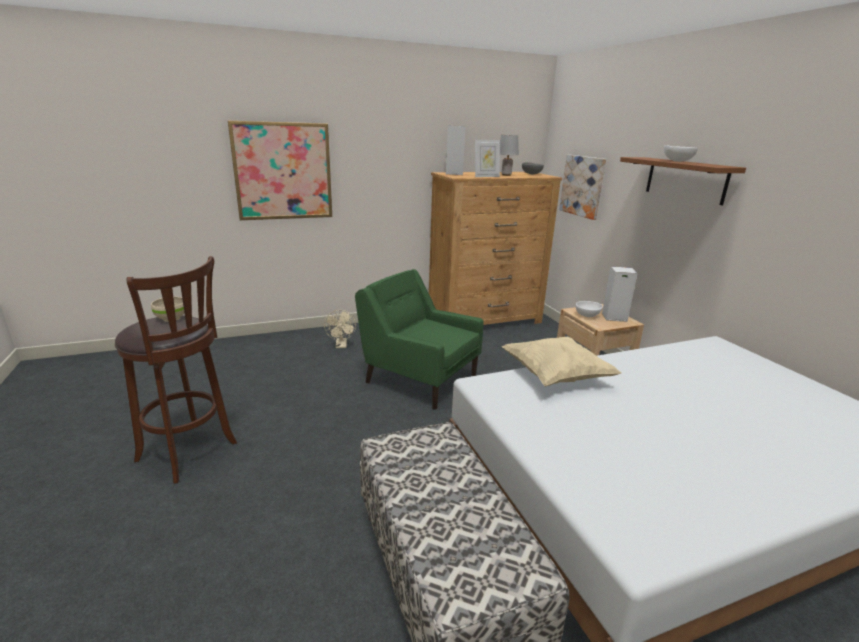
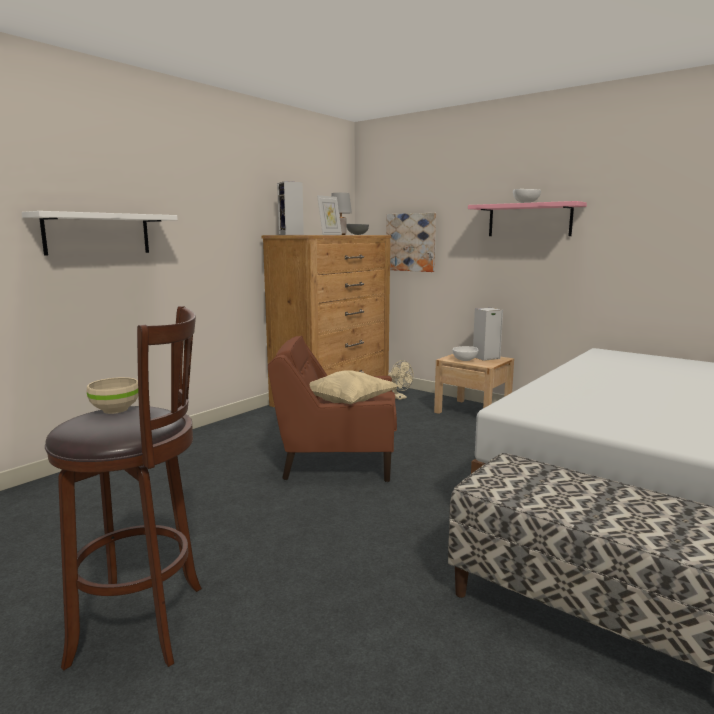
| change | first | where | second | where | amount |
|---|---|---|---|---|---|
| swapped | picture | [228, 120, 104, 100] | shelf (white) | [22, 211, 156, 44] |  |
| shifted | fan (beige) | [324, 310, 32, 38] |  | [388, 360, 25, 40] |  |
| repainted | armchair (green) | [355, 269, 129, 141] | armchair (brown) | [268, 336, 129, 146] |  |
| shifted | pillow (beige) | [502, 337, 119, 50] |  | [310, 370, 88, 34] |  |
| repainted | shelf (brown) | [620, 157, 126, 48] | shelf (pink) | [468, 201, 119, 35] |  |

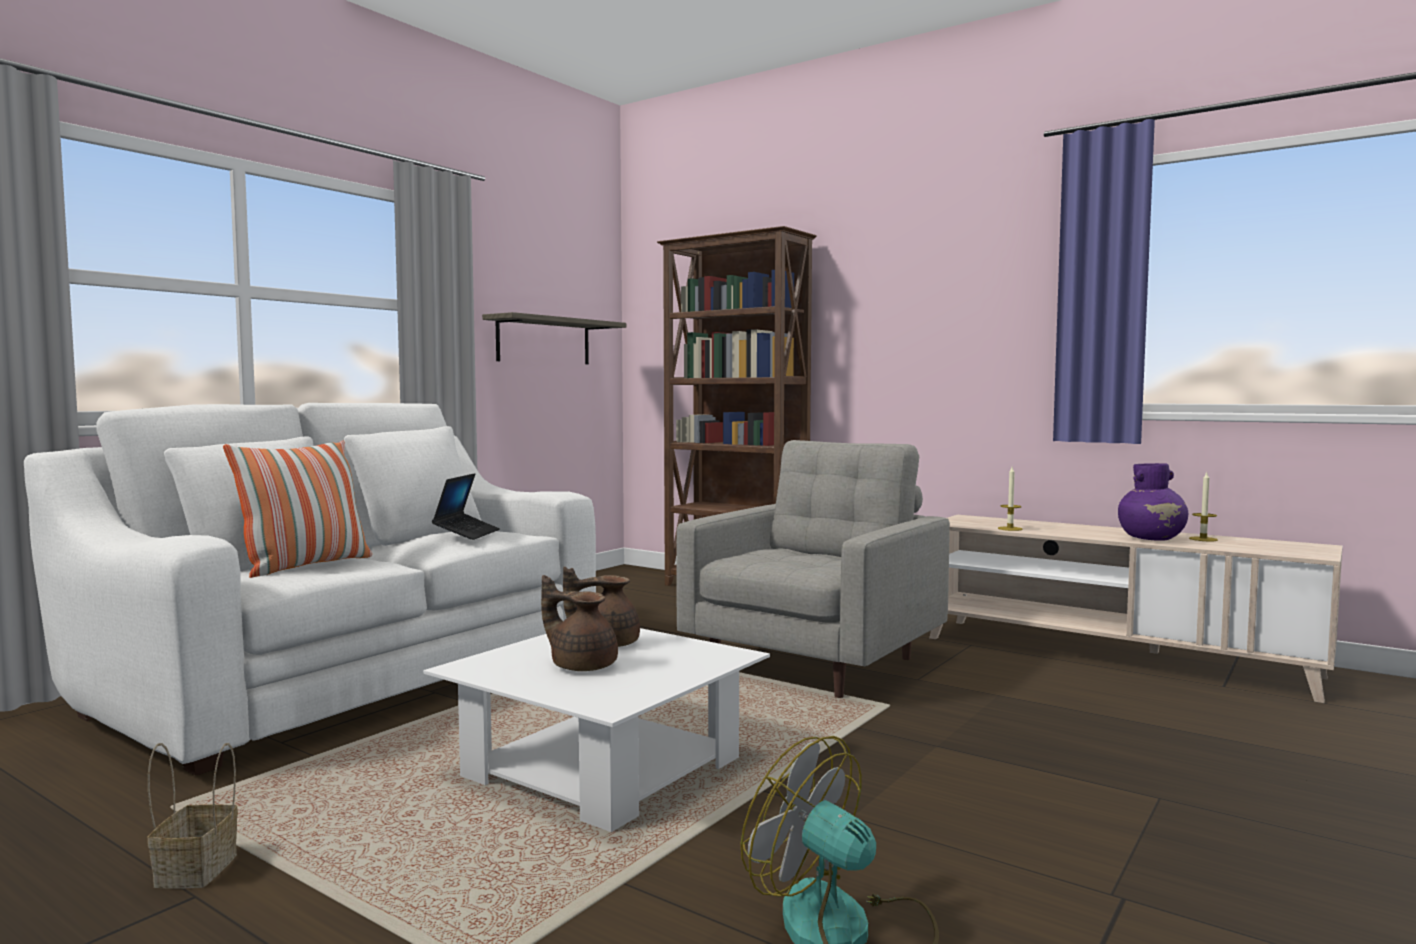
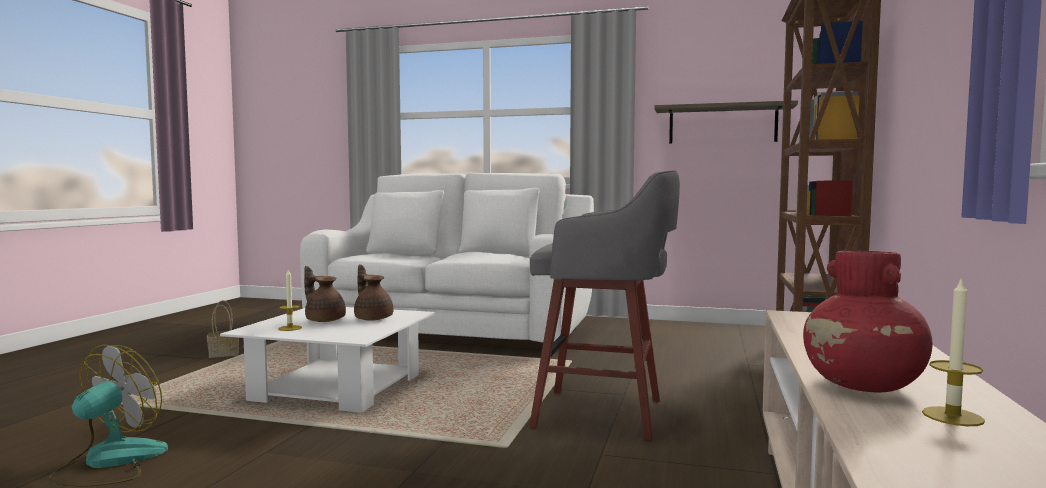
| change | first | where | second | where | amount |
|---|---|---|---|---|---|
| gone | pillow | [223, 441, 149, 137] |  |  |  |
| gone | laptop | [432, 473, 68, 67] |  |  |  |
| rotated | teapot (brown) | [541, 575, 77, 96] |  | [304, 266, 42, 56] | 60 degrees counterclockwise |
| swapped | armchair (grey) | [677, 440, 273, 258] | stool (grey) | [529, 171, 151, 269] |  |
| shifted | candle | [998, 467, 25, 64] |  | [278, 268, 24, 63] |  |
| repainted | vase (purple) | [1118, 463, 70, 78] | vase (red) | [803, 250, 129, 143] |  |

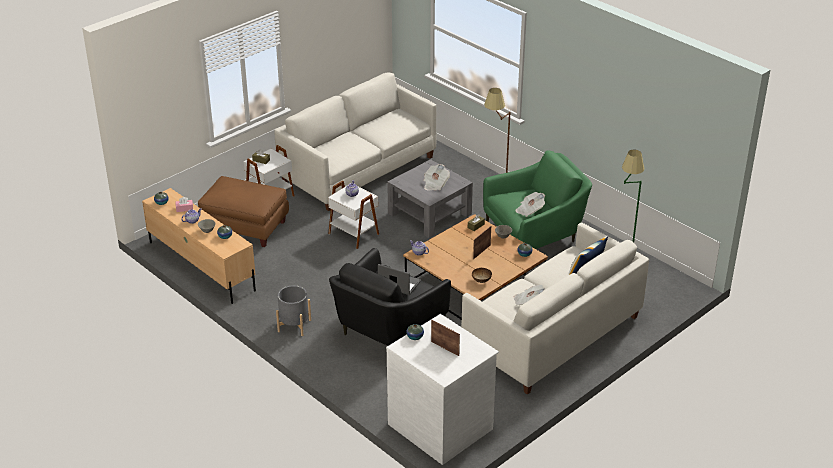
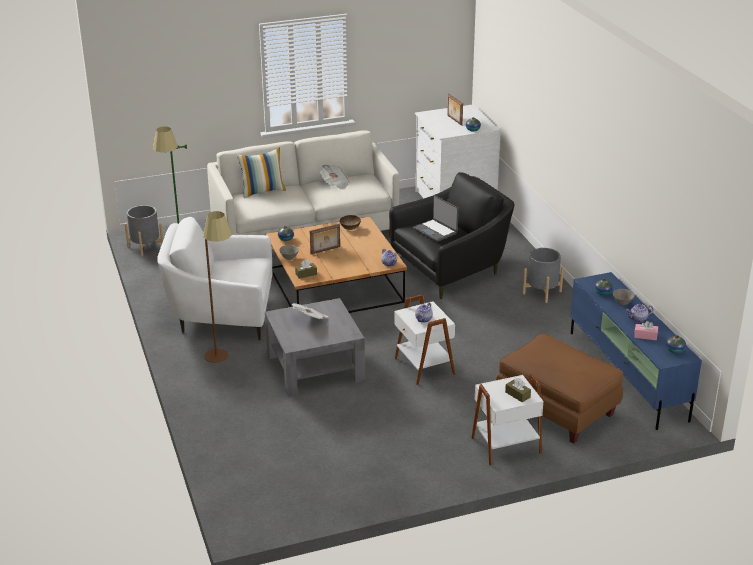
| change | first | where | second | where | amount |
|---|---|---|---|---|---|
| repainted | tv stand (beige) | [142, 188, 114, 116] | tv stand (blue) | [570, 272, 132, 158] |  |
| gone | sofa (white) | [274, 73, 162, 138] |  |  |  |
| repainted | armchair (green) | [483, 150, 109, 99] | armchair (white) | [157, 217, 115, 123] |  |
| gone | newspaper | [515, 192, 30, 25] |  |  |  |
| new |  |  | planter (grey) | [125, 205, 38, 51] |  |

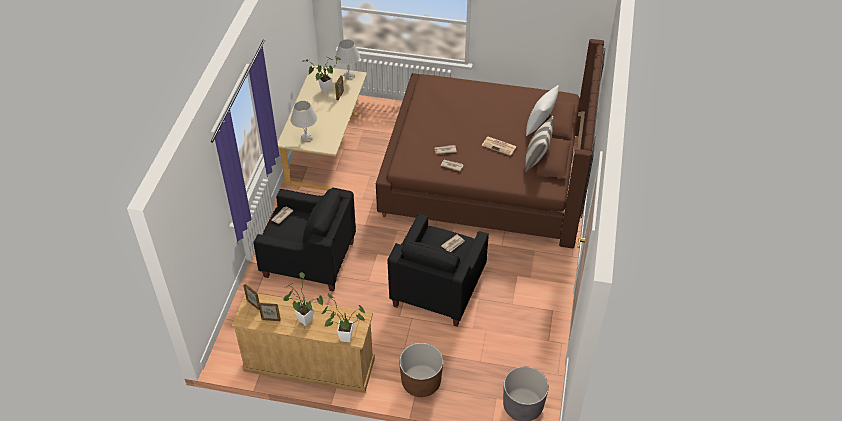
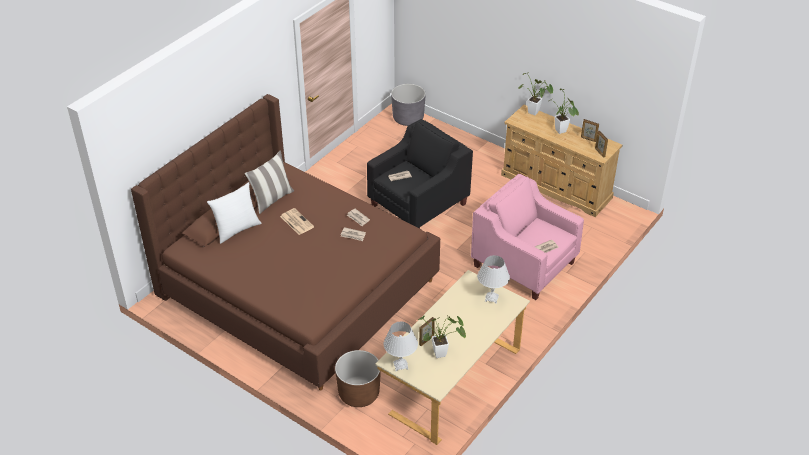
| change | first | where | second | where | amount |
|---|---|---|---|---|---|
| repainted | armchair (black) | [253, 188, 103, 104] | armchair (pink) | [471, 174, 113, 126] |  |
| shifted | planter (brown) | [399, 343, 44, 54] |  | [335, 350, 46, 57] |  |

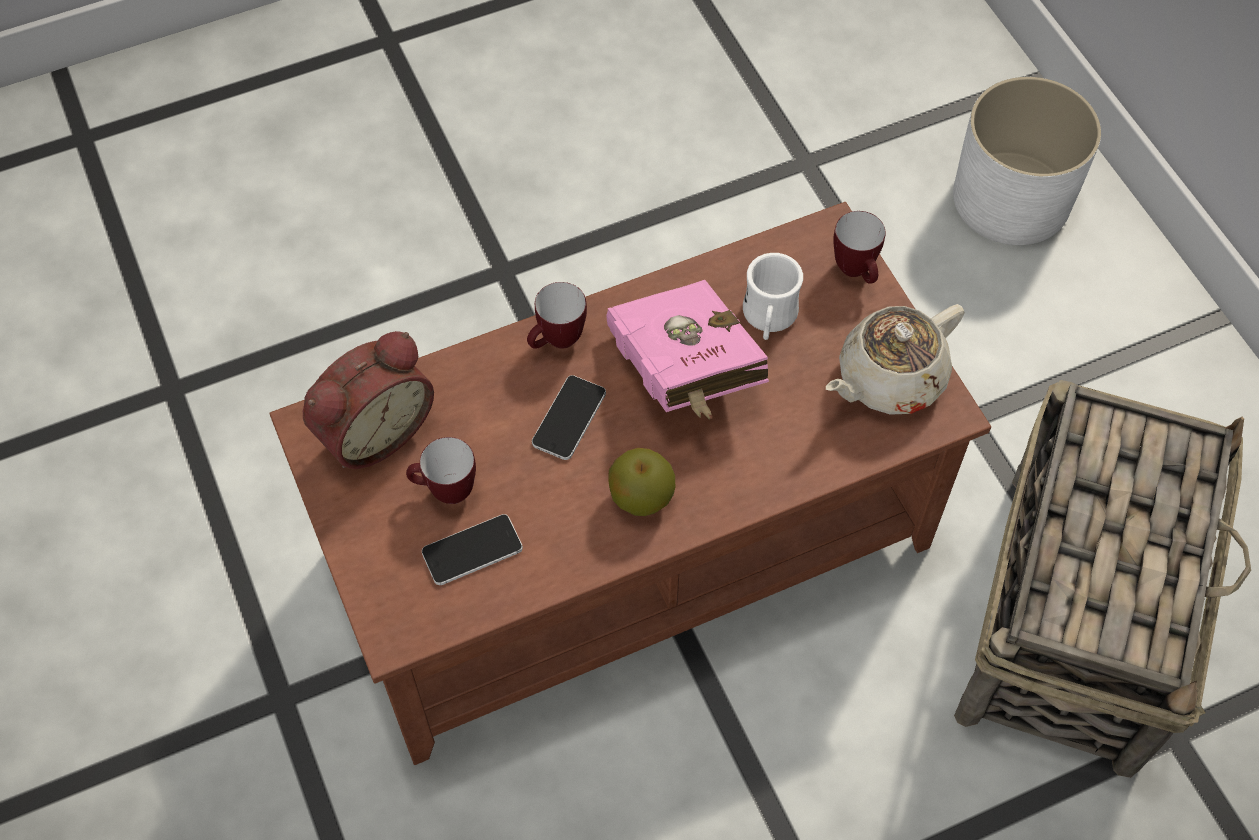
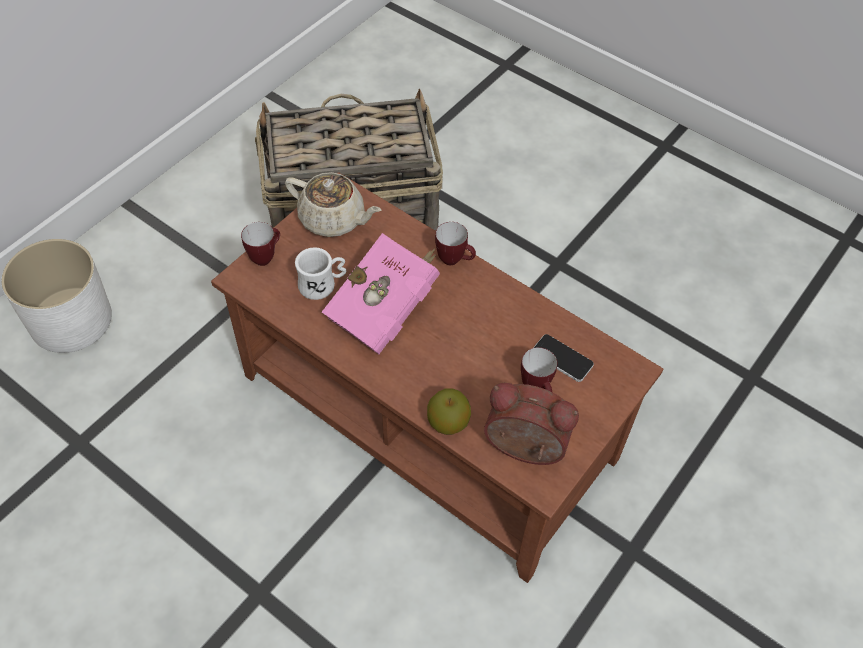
| change | first | where | second | where | amount |
|---|---|---|---|---|---|
| shifted | mug | [527, 282, 60, 67] |  | [435, 222, 41, 43] |  |
| gone | phone | [532, 375, 74, 85] |  |  |  |
| shifted | apple | [608, 448, 67, 68] |  | [427, 389, 44, 46] |  |

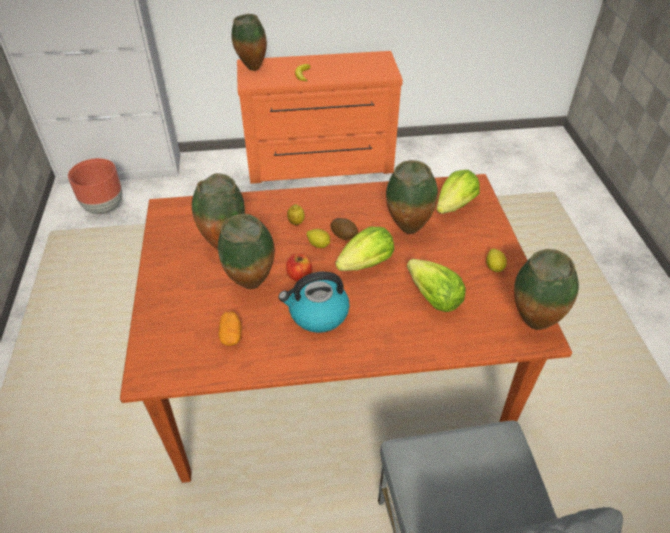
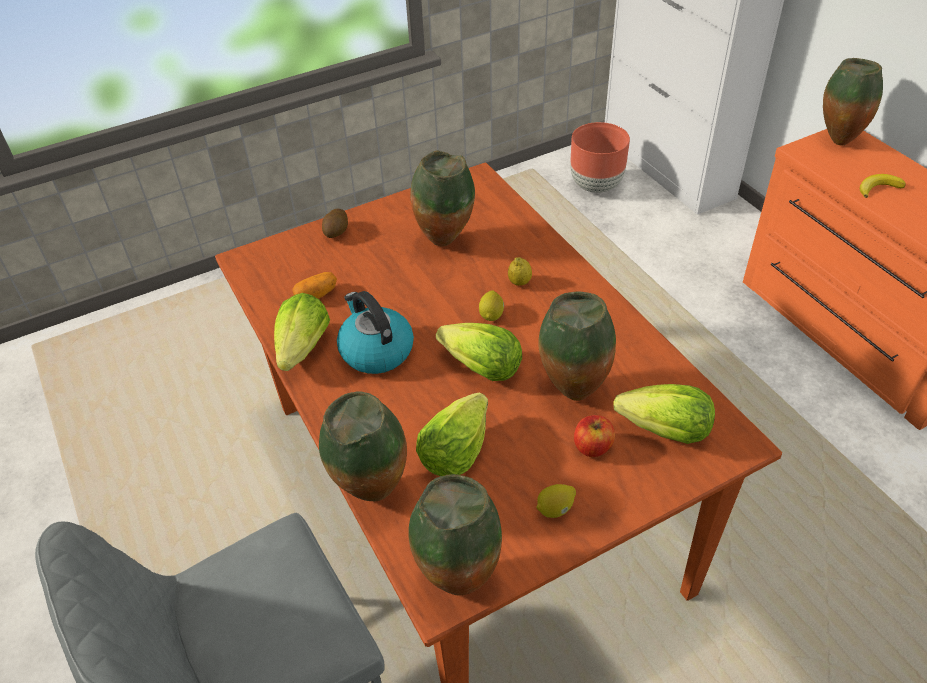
| change | first | where | second | where | amount |
|---|---|---|---|---|---|
| shifted | vase | [218, 214, 57, 75] |  | [319, 392, 88, 109] |  |
| shifted | apple | [286, 253, 26, 29] |  | [574, 415, 41, 42] |  |
| shifted | potato | [330, 218, 28, 22] |  | [322, 209, 26, 29] |  |
| new |  |  | lettuce | [274, 293, 56, 78] |  |

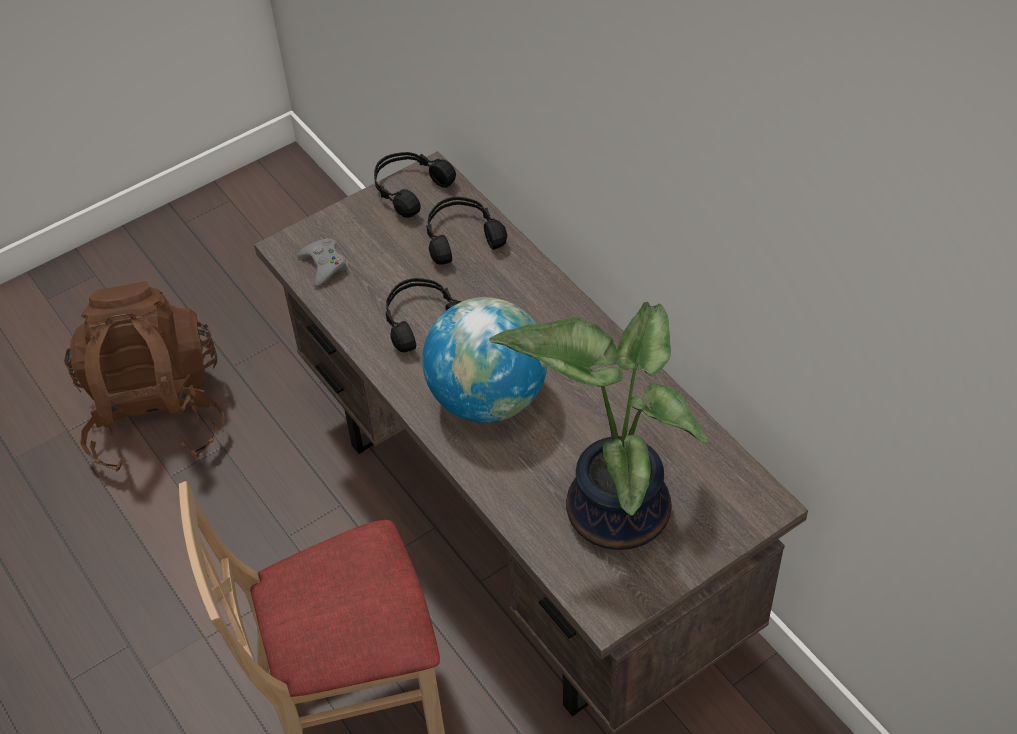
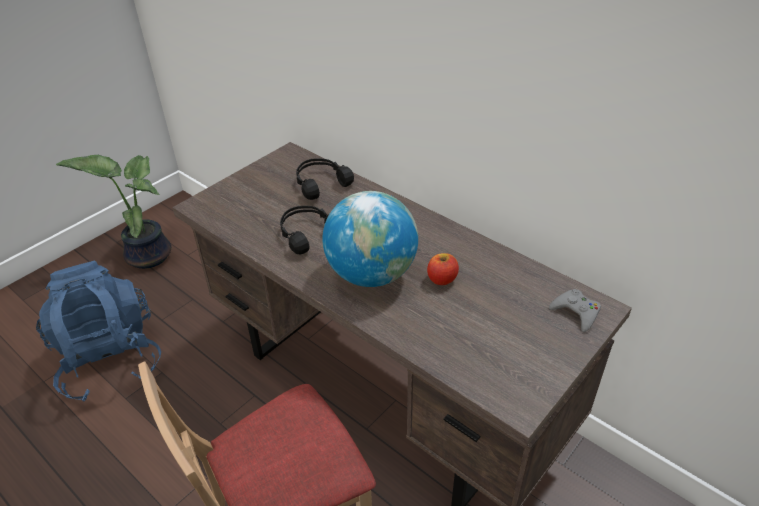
| change | first | where | second | where | amount |
|---|---|---|---|---|---|
| repainted | backpack (brown) | [64, 281, 161, 190] | backpack (blue) | [36, 261, 125, 140] |  |
| shifted | game controller (grey) | [297, 238, 50, 49] |  | [549, 289, 52, 43] |  |
| gone | headphones (black) | [374, 152, 82, 66] |  |  |  |
| shifted | potted plant | [489, 302, 220, 248] |  | [56, 155, 115, 114] |  |
| new |  |  | apple | [427, 253, 32, 32] |  |

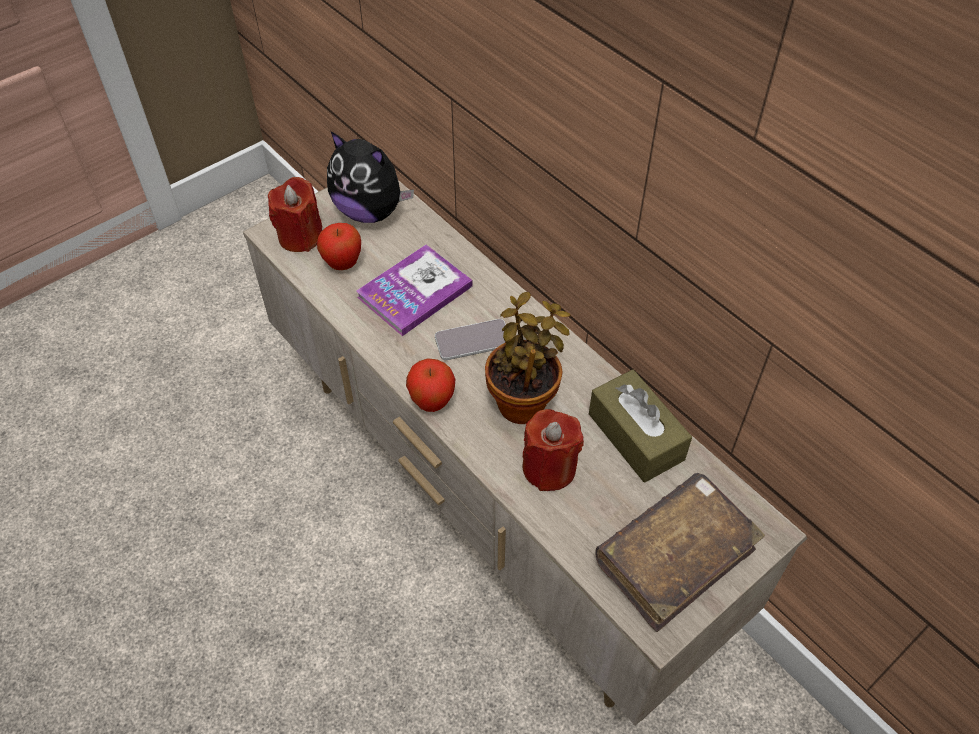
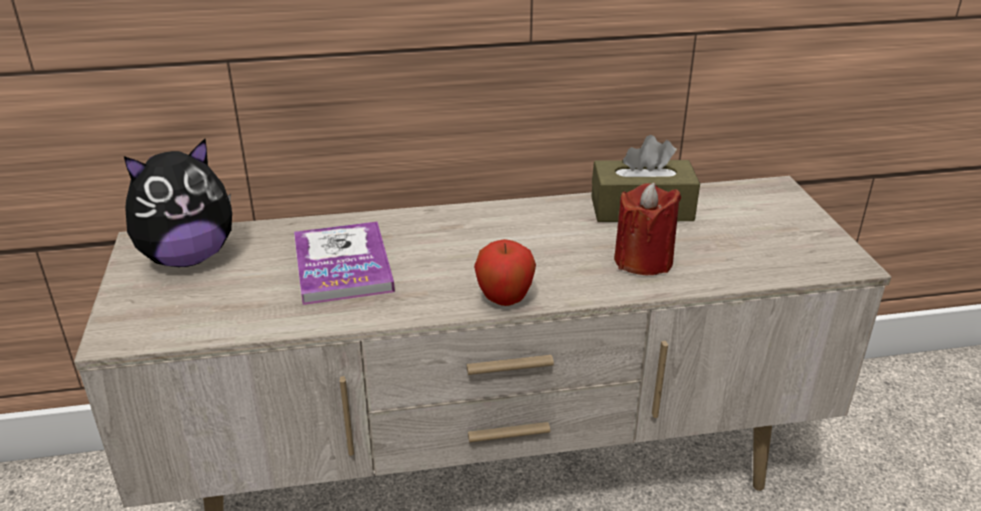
| change | first | where | second | where | amount |
|---|---|---|---|---|---|
| gone | candle (red) | [268, 177, 54, 75] |  |  |  |
| gone | apple | [317, 223, 44, 47] |  |  |  |
| gone | phone | [435, 319, 71, 41] |  |  |  |
| gone | potted plant | [485, 292, 86, 132] |  |  |  |
| gone | book (brown) | [595, 473, 170, 159] |  |  |  |

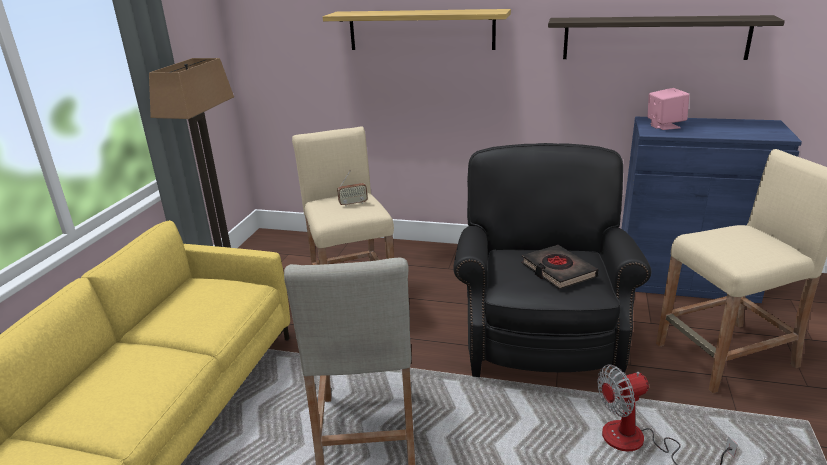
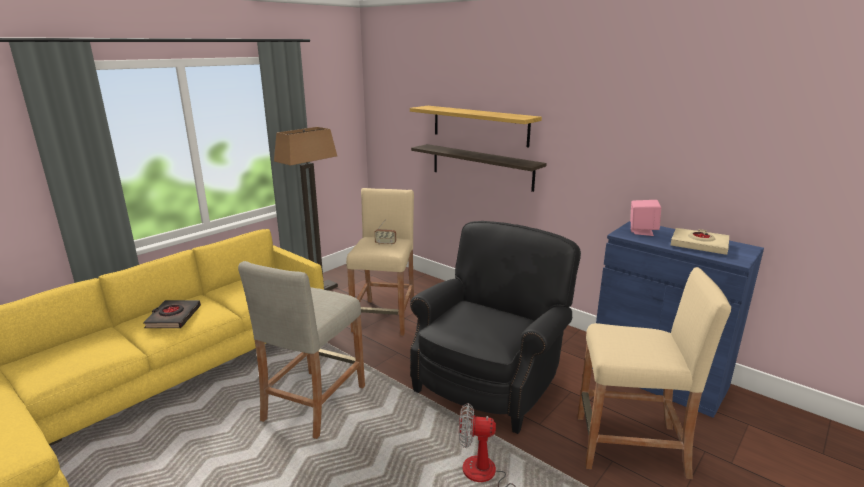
| change | first | where | second | where | amount |
|---|---|---|---|---|---|
| shifted | book (black) | [522, 245, 76, 44] |  | [143, 300, 58, 28] |  |
| shifted | shelf | [548, 15, 237, 45] |  | [411, 144, 136, 48] |  |
| new |  |  | book (beige) | [671, 228, 58, 27] |  |

